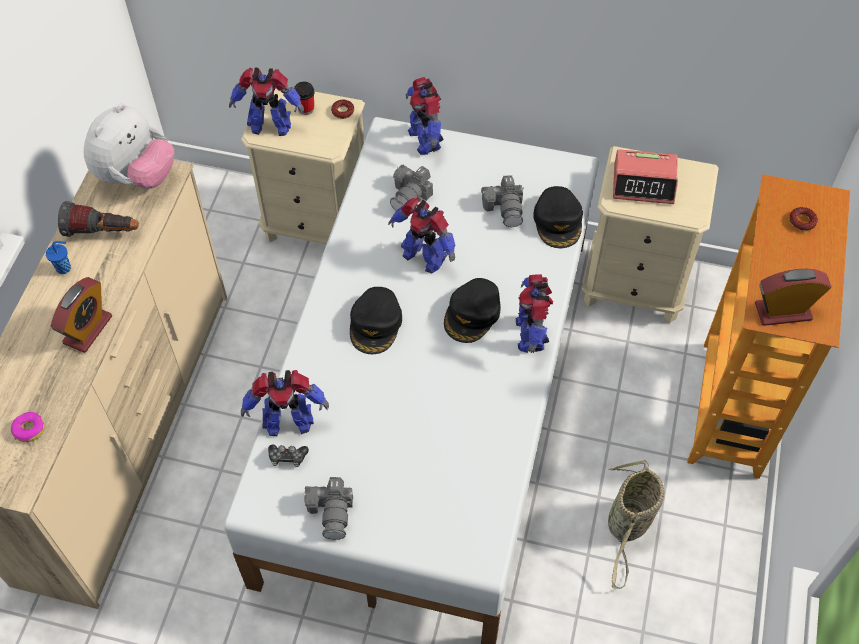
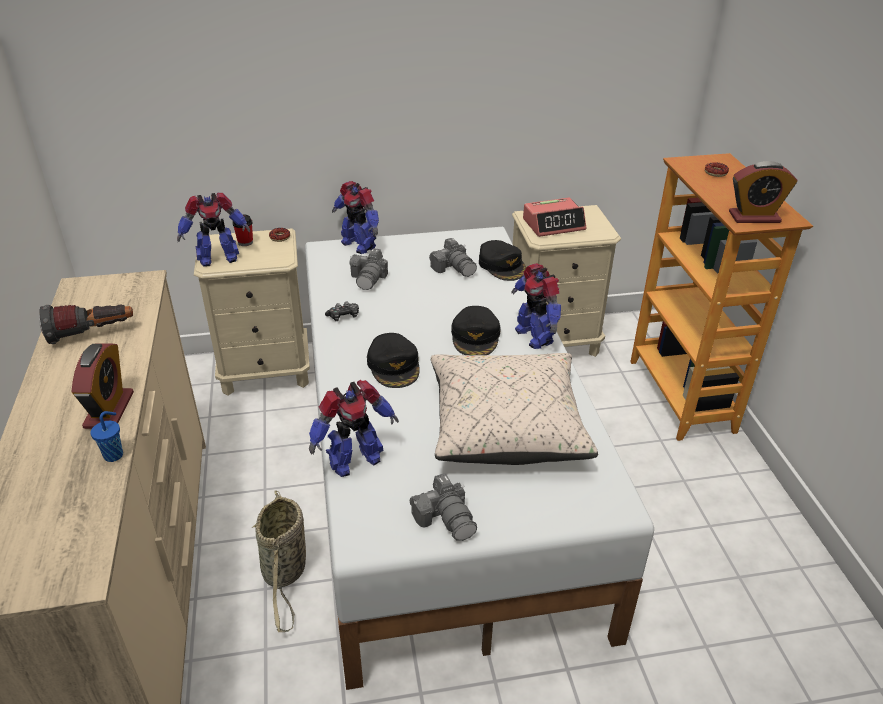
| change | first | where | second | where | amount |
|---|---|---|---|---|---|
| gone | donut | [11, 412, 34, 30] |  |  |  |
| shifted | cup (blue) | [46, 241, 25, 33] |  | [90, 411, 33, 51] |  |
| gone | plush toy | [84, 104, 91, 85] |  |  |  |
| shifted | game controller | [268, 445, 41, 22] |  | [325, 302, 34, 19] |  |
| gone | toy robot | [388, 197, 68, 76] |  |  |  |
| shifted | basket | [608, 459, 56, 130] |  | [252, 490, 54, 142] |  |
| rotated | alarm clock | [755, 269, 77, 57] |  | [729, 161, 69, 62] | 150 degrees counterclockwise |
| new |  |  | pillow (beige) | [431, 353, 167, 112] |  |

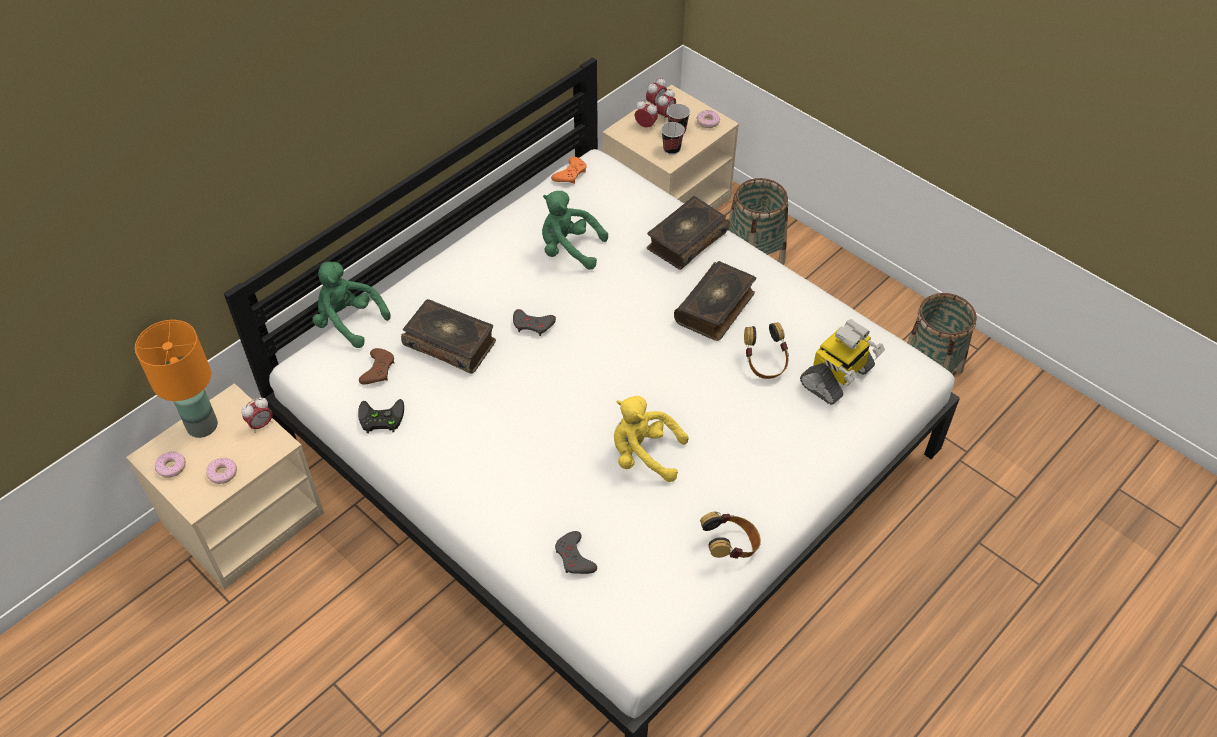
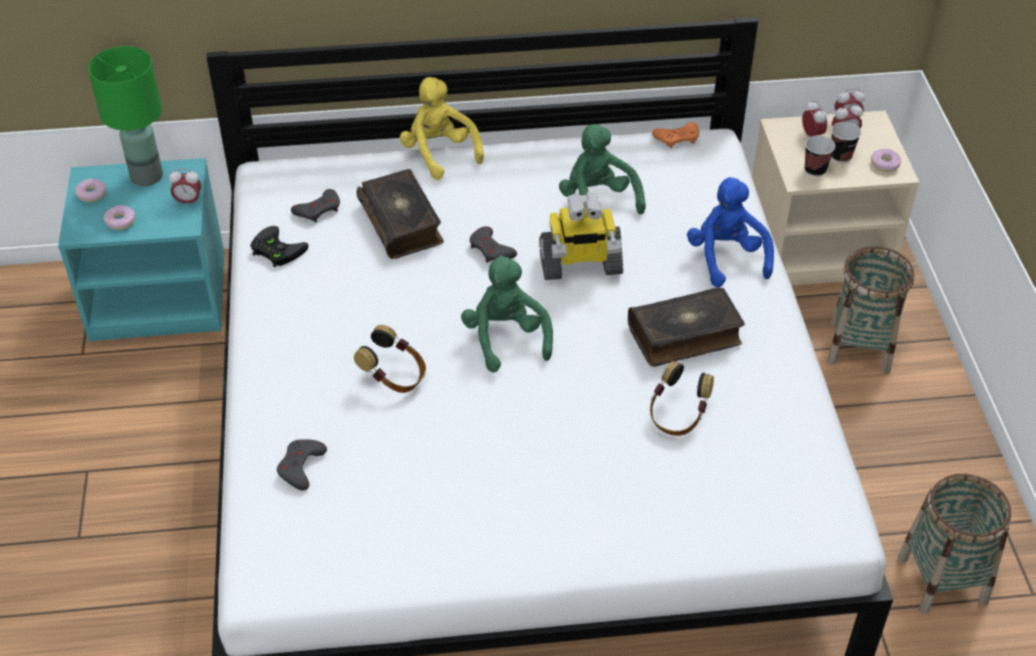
| change | first | where | second | where | amount |
|---|---|---|---|---|---|
| repainted | nightstand (beige) | [126, 383, 198, 207] | nightstand (turquoise) | [58, 158, 167, 184] |  |
| repainted | table lamp (orange) | [135, 320, 83, 118] | table lamp (green) | [88, 46, 75, 140] |  |
| shifted | plush toy (green) | [312, 261, 79, 87] |  | [461, 255, 92, 118] |  |
| repainted | game controller (brown) | [359, 348, 35, 37] | game controller (grey) | [291, 189, 49, 34] |  |
| shifted | plush toy (yellow) | [614, 396, 74, 86] |  | [400, 77, 84, 103] |  |
| swapped | book | [646, 196, 84, 74] | plush toy (blue) | [687, 177, 87, 110] |  |
| shifted | headphones | [700, 512, 61, 47] |  | [354, 325, 72, 68] |  |
| shifted | toy robot | [800, 319, 85, 86] |  | [539, 192, 84, 88] |  |

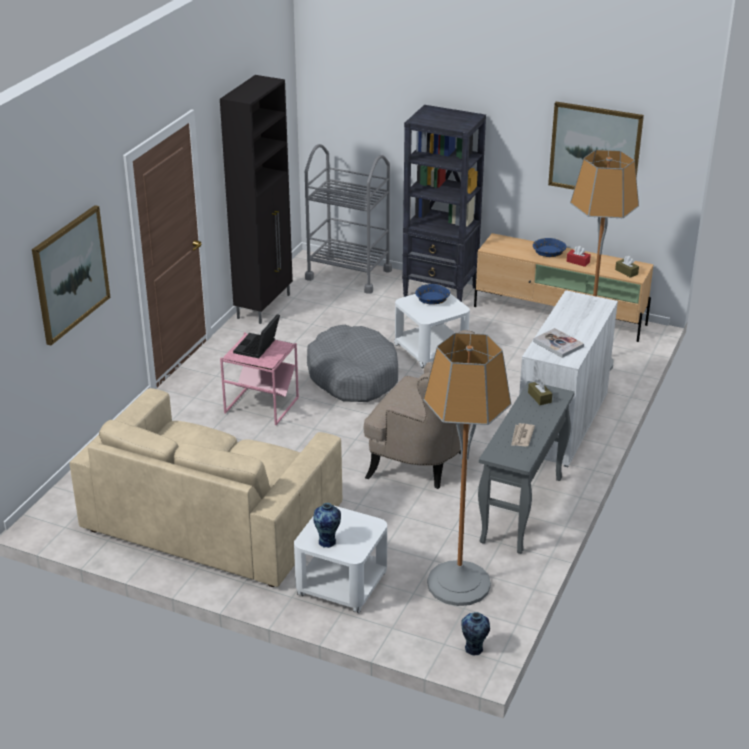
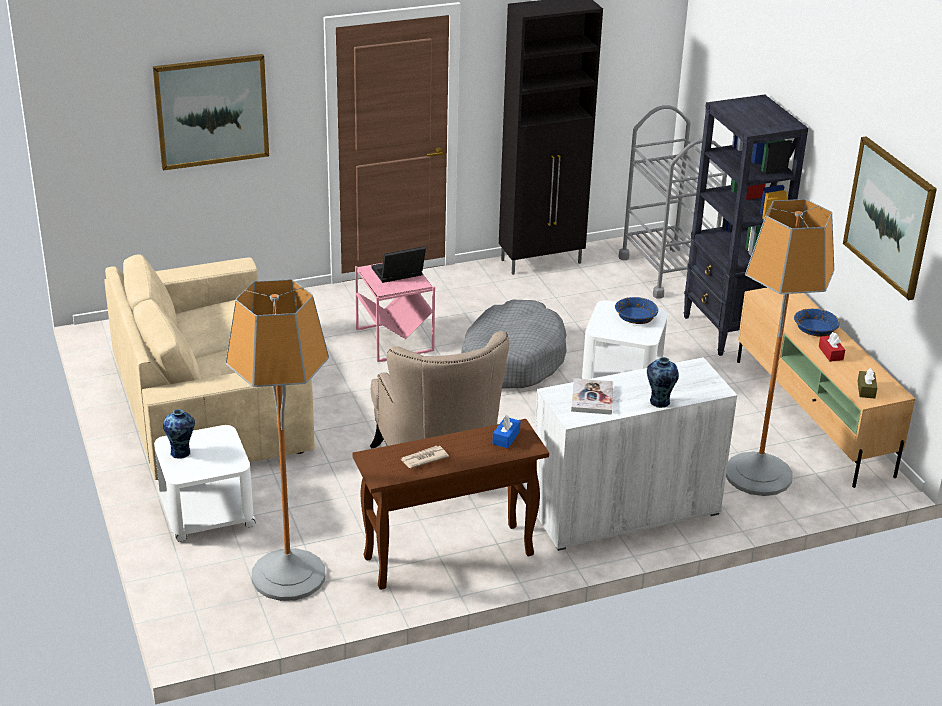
| change | first | where | second | where | amount |
|---|---|---|---|---|---|
| shifted | vase | [461, 612, 29, 43] |  | [647, 357, 32, 51] |  |
| repainted | console table (grey) | [478, 381, 97, 173] | console table (brown) | [353, 419, 196, 171] |  |
| repainted | tissue box (brown) | [528, 379, 24, 26] | tissue box (blue) | [492, 415, 29, 33] |  |

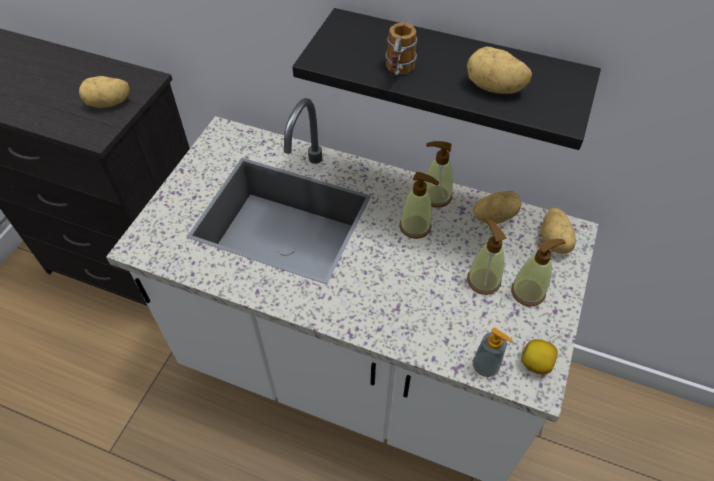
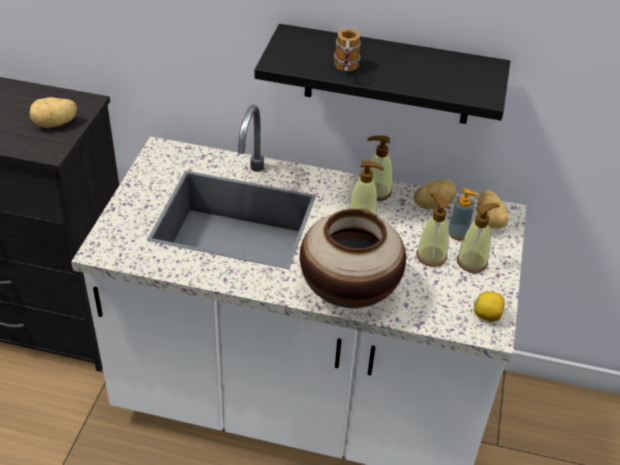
| change | first | where | second | where | amount |
|---|---|---|---|---|---|
| gone | potato | [467, 47, 65, 47] |  |  |  |
| shifted | soap dispenser | [473, 328, 40, 49] |  | [448, 188, 31, 52] |  |
| new |  |  | vase | [300, 209, 106, 99] |  |

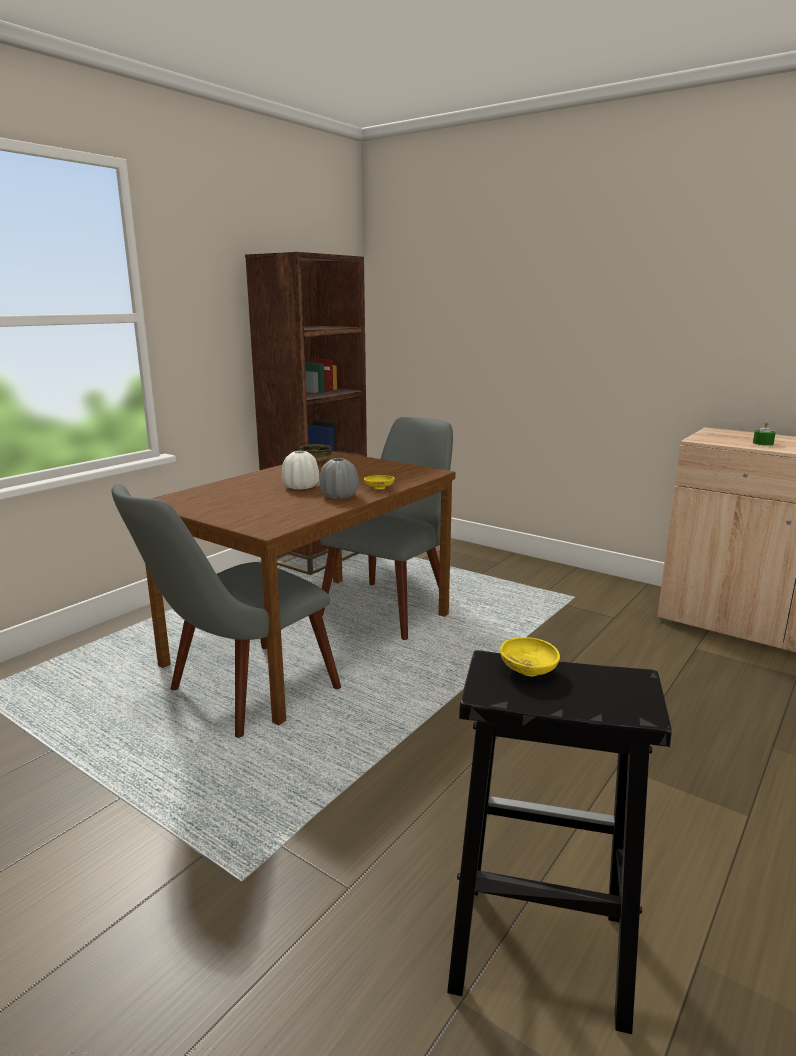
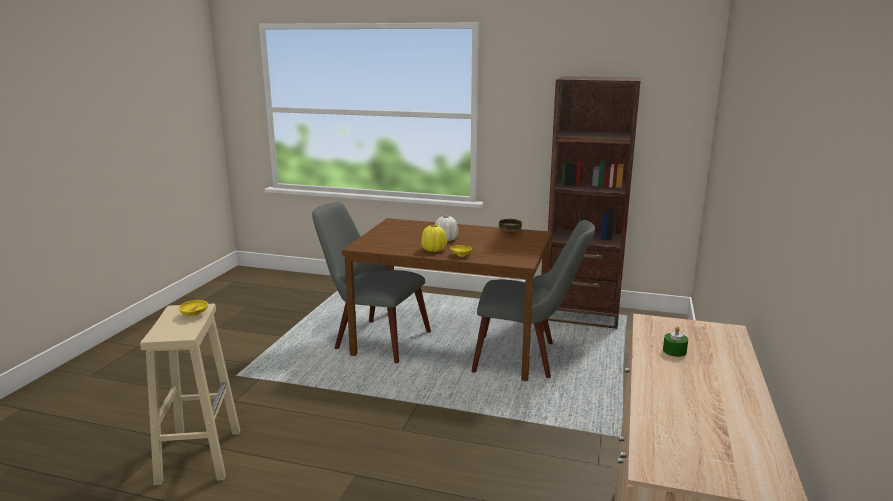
| change | first | where | second | where | amount |
|---|---|---|---|---|---|
| repainted | vase (grey) | [320, 458, 39, 41] | vase (yellow) | [421, 225, 26, 27] |  |
| repainted | stool (black) | [447, 650, 225, 384] | stool (beige) | [140, 304, 100, 181] |  |

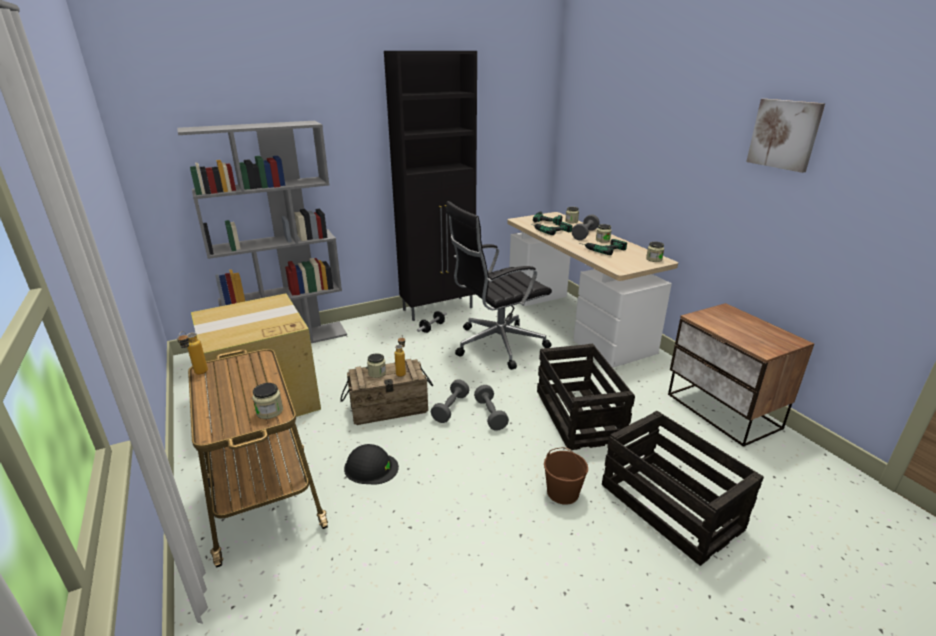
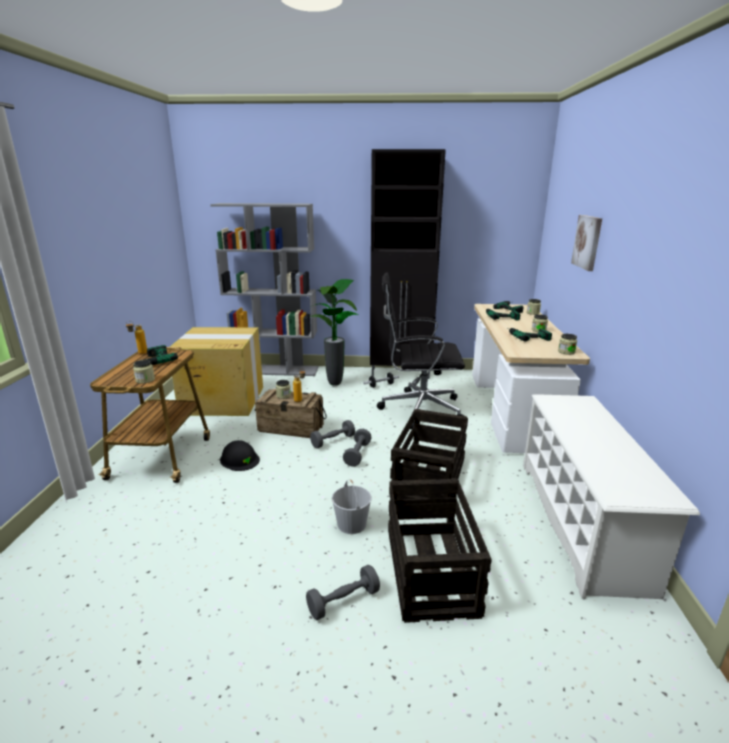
| change | first | where | second | where | amount |
|---|---|---|---|---|---|
| repainted | bucket (brown) | [544, 447, 44, 58] | bucket (white) | [332, 479, 40, 55] |  |
| shifted | dumbbell (grey) | [572, 215, 28, 25] |  | [306, 565, 74, 55] |  |
| swapped | nightstand | [668, 303, 146, 144] | shoe rack (white) | [523, 394, 177, 205] |  |
| shifted | picture | [746, 99, 79, 74] |  | [571, 215, 31, 56] |  |
| new |  |  | power drill | [133, 345, 45, 21] |  |
| new |  |  | potted plant | [309, 279, 49, 107] |  |

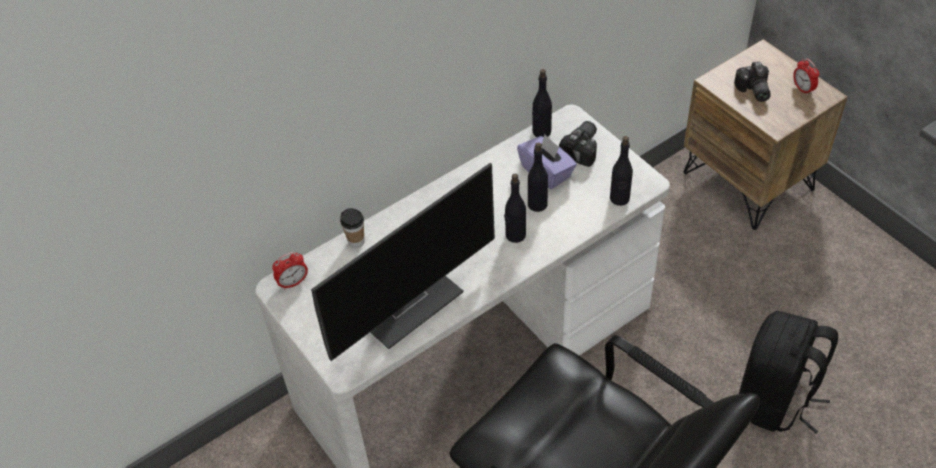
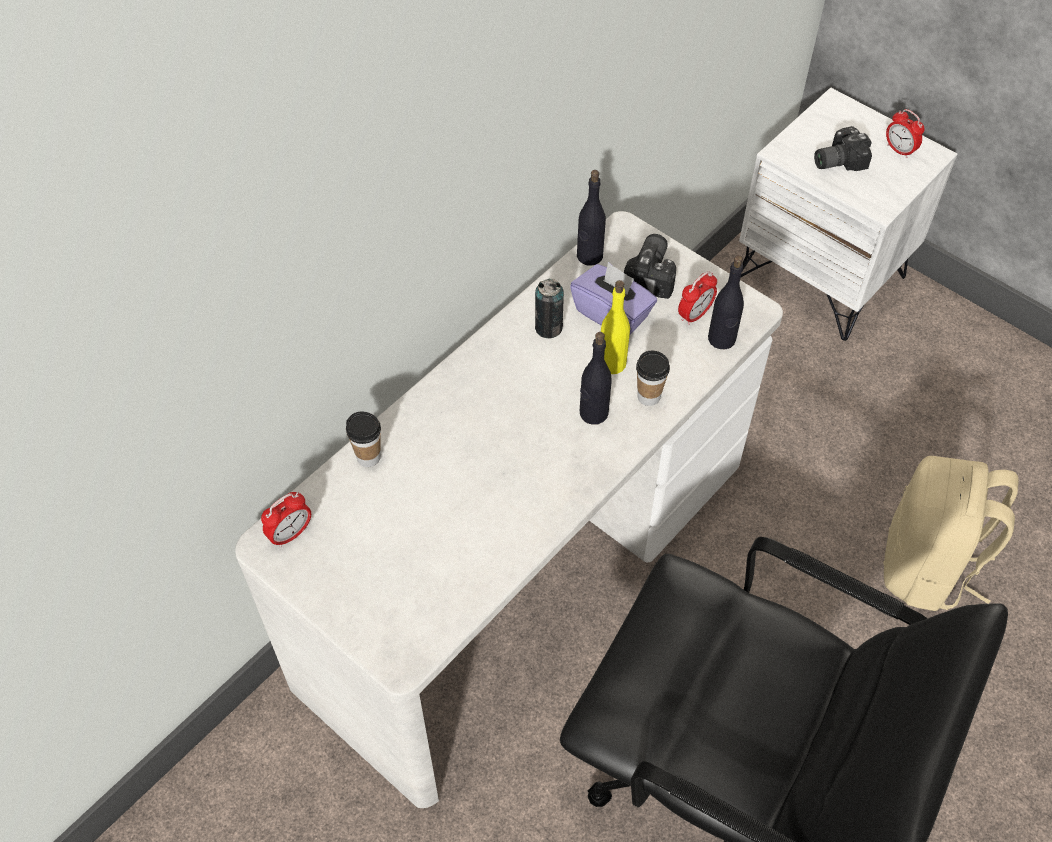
| change | first | where | second | where | amount |
|---|---|---|---|---|---|
| gone | monitor | [311, 163, 184, 198] |  |  |  |
| repainted | bottle (black) | [528, 142, 20, 70] | bottle (yellow) | [601, 280, 29, 94] |  |
| repainted | nightstand (brown) | [683, 39, 165, 191] | nightstand (white) | [739, 88, 218, 253] |  |
| rotated | photo camera | [734, 62, 37, 40] |  | [814, 126, 58, 45] | 90 degrees clockwise |
| repainted | backpack (black) | [739, 311, 99, 123] | backpack (beige) | [883, 456, 136, 155] |  |
| new |  |  | can | [535, 278, 29, 60] |  |
| new |  |  | cup | [636, 351, 34, 55] |  |
| new |  |  | alarm clock | [678, 271, 39, 55] |  |

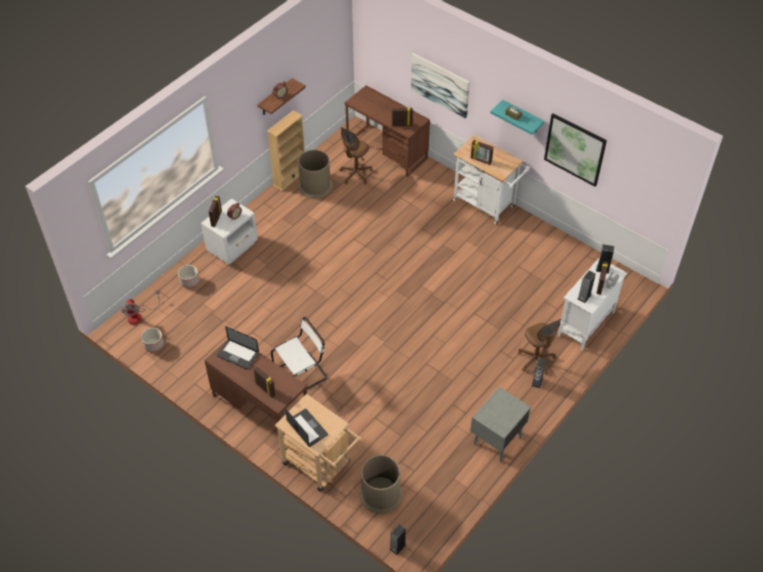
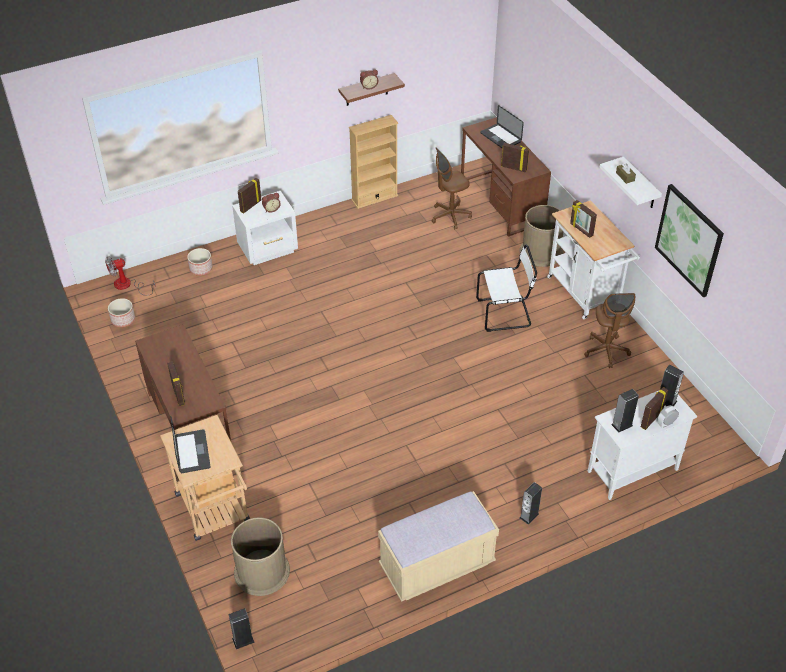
| change | first | where | second | where | amount |
|---|---|---|---|---|---|
| rotated | fan | [121, 290, 39, 35] |  | [105, 256, 51, 39] | 45 degrees clockwise |
| shifted | laptop | [217, 326, 42, 43] |  | [480, 105, 44, 43] |  |
| shifted | chair (white) | [271, 317, 56, 73] |  | [476, 245, 61, 87] |  |
| shifted | trash can (brown) | [298, 150, 35, 49] |  | [519, 205, 44, 62] |  |
| gone | picture | [411, 53, 59, 66] |  |  |  |
| swapped | nightstand (grey) | [470, 387, 61, 75] | bench (beige) | [378, 491, 121, 111] |  |
| repainted | shelf (turquoise) | [490, 100, 55, 35] | shelf (white) | [599, 157, 63, 51] |  |
| shifted | office chair (brown) | [518, 319, 43, 56] |  | [584, 293, 51, 75] |  |

